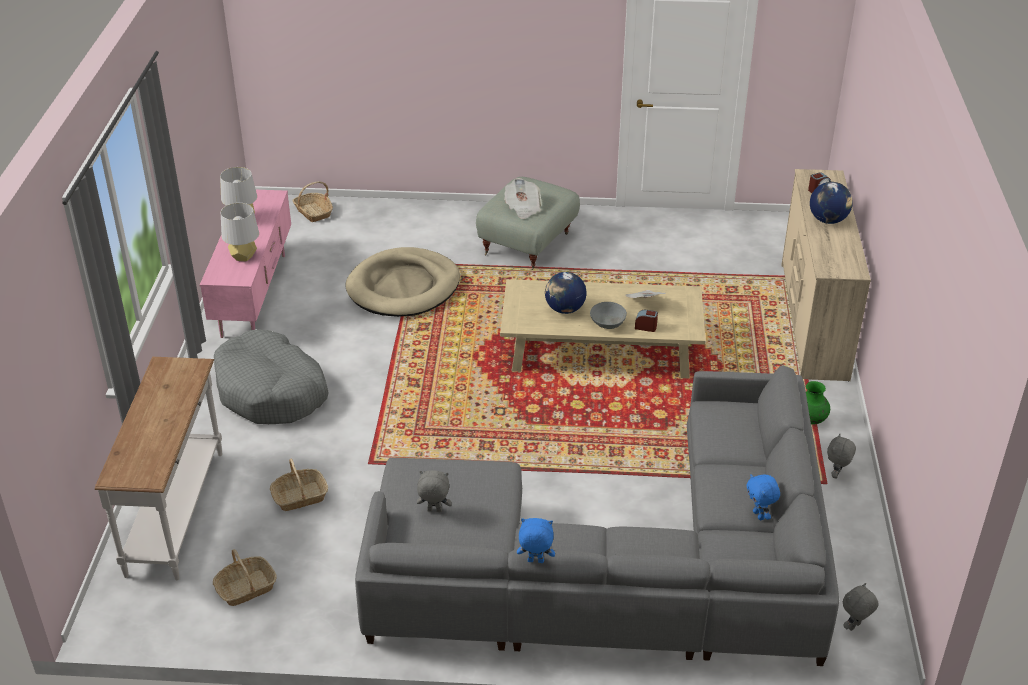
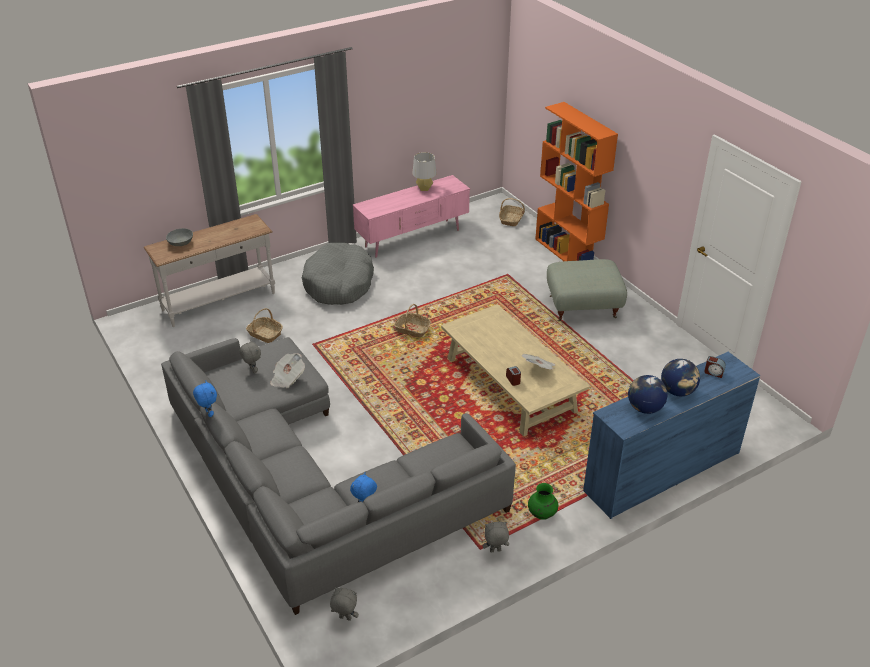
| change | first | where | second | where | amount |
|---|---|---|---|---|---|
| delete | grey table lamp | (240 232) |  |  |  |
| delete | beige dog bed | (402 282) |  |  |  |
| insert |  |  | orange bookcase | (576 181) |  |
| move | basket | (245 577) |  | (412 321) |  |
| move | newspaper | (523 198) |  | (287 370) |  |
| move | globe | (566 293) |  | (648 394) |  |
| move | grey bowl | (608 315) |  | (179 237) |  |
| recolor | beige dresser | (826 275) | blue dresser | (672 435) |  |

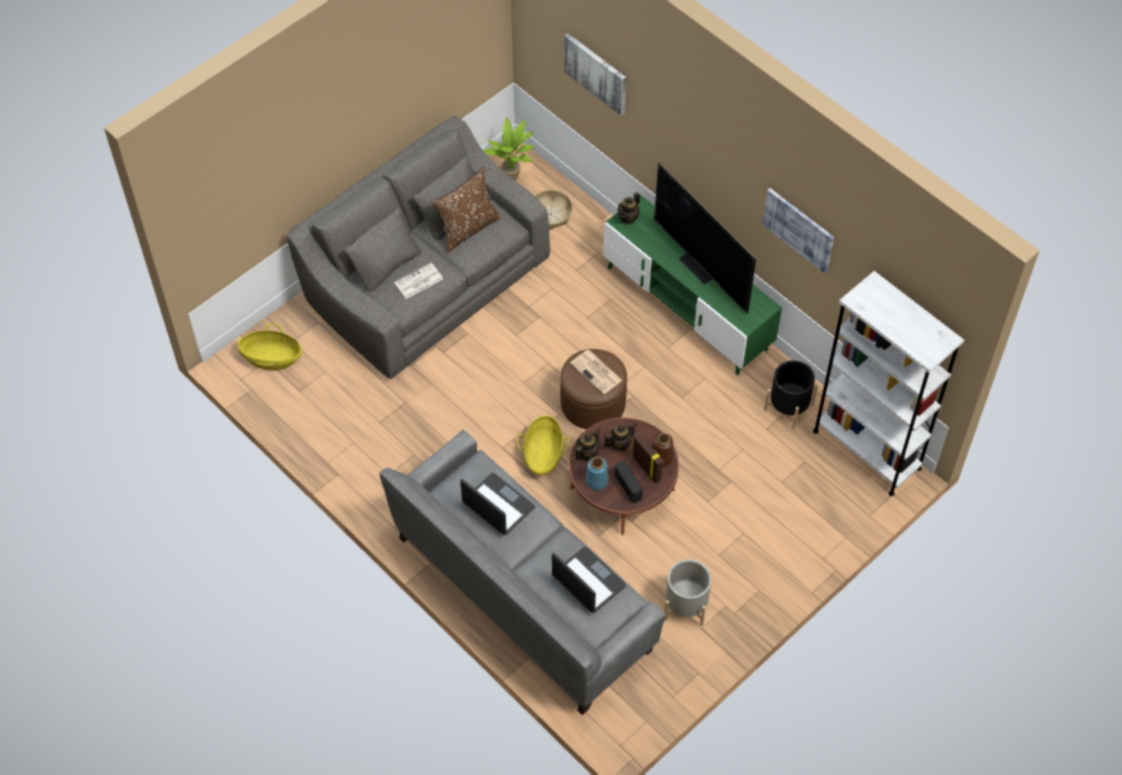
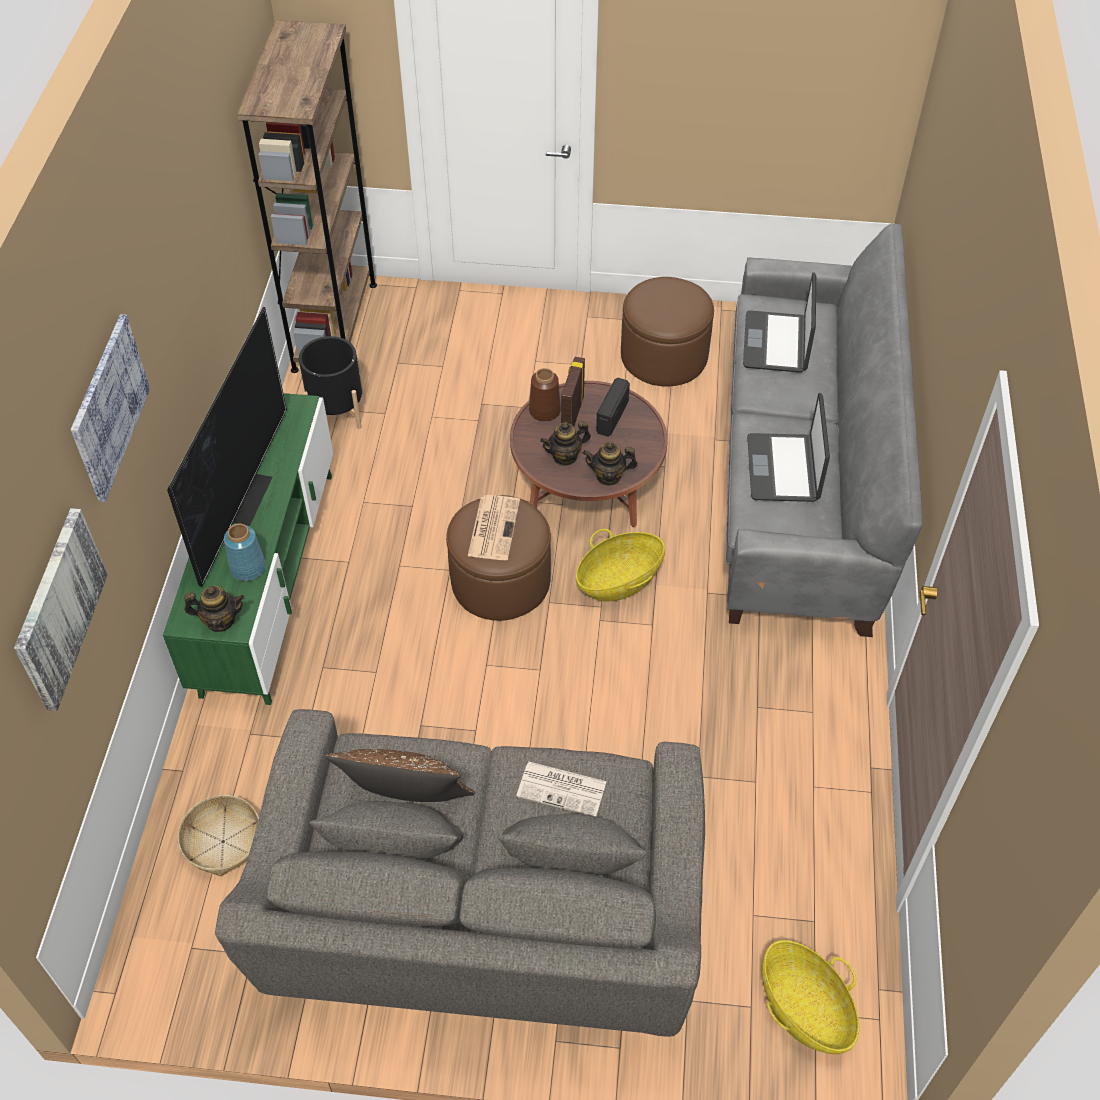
| change | first | where | second | where | amount |
|---|---|---|---|---|---|
| delete | potted plant | (509 149) |  |  |  |
| move | blue vase | (597 473) |  | (245 552) |  |
| move | picture | (798 230) |  | (110 408) |  |
| replace | grey planter | (688 593) | brown ottoman | (667 332) |  |
| recolor | white bookcase | (888 383) | brown bookcase | (307 196) |  |
| rotate | teapot | (620 437) |  | (565 443) | 45 degrees counterclockwise |

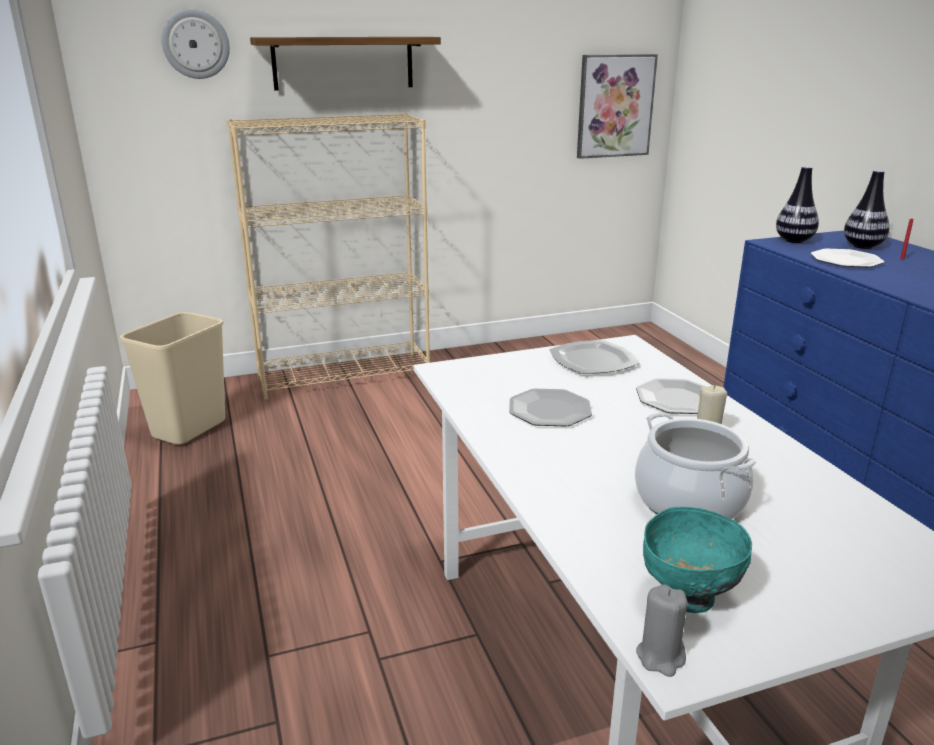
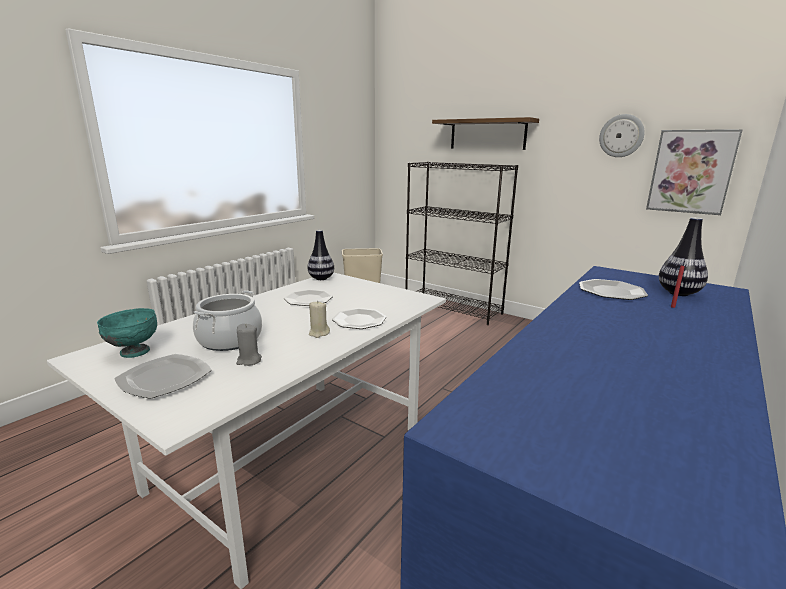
| change | first | where | second | where | amount |
|---|---|---|---|---|---|
| move | wall clock | (195 44) |  | (622 135) |  |
| move | plate | (594 357) |  | (163 376) |  |
| move | grey candle | (661 631) |  | (249 345) |  |
| move | vase | (797 204) |  | (321 255) |  |
| recolor | beige bookcase | (328 256) | black bookcase | (461 243) |  |

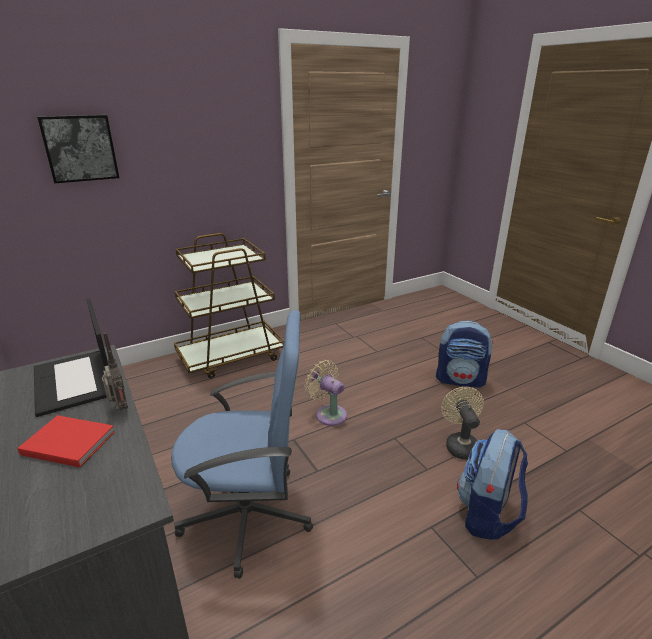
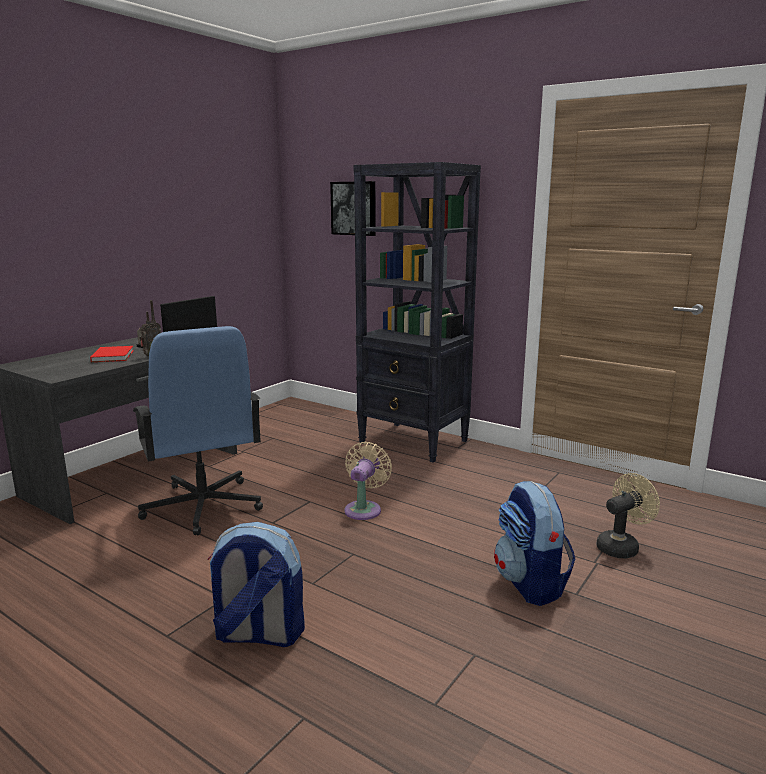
| change | first | where | second | where | amount |
|---|---|---|---|---|---|
| move | beige fan | (462 423) |  | (628 515) |  |
| replace | brown cart | (229 306) | black bookcase | (417 312) |  |

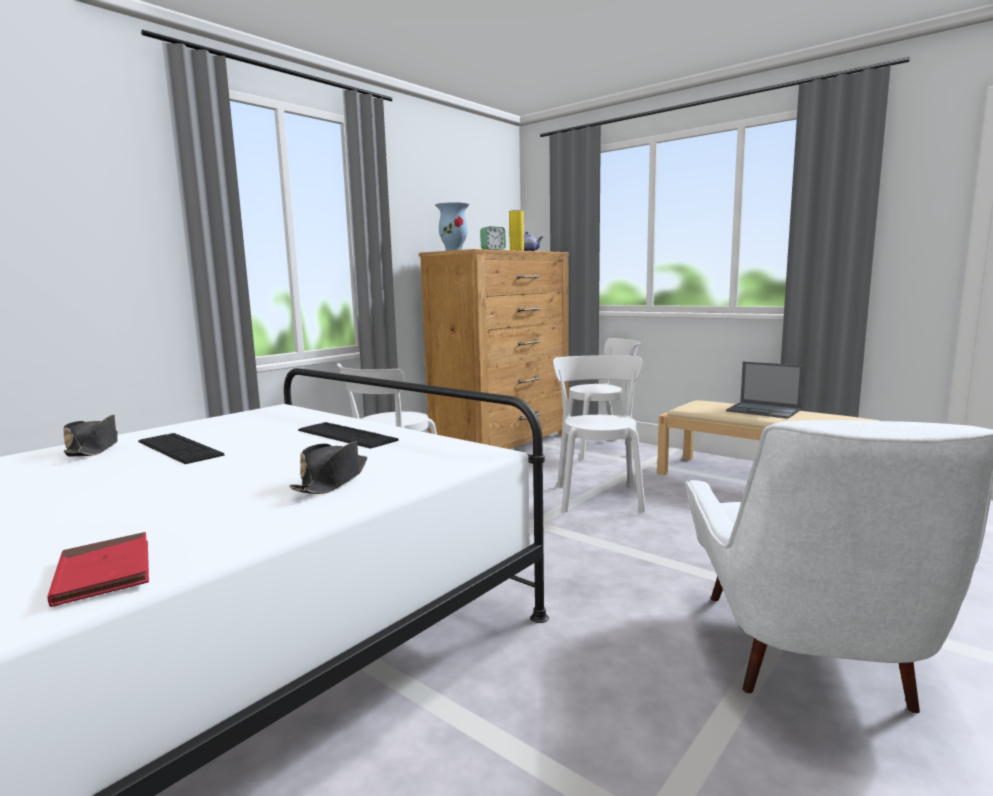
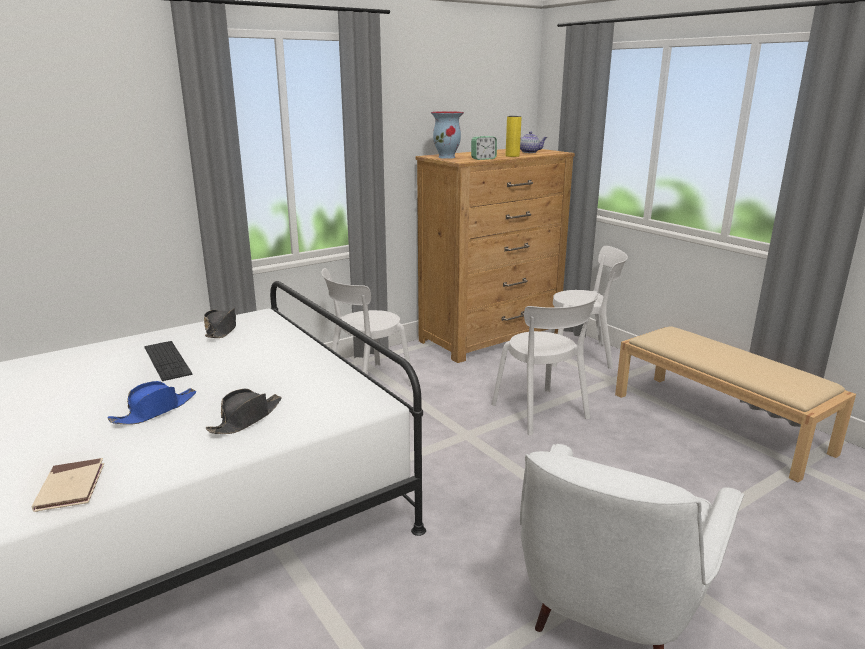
| change | first | where | second | where | amount |
|---|---|---|---|---|---|
| delete | keyboard | (348 435) |  |  |  |
| delete | laptop | (765 390) |  |  |  |
| insert |  |  | blue hat | (152 403) |  |
| move | black hat | (90 435) |  | (220 323) |  |
| recolor | red book | (98 569) | beige book | (68 485) |  |
| rotate | white chair | (599 433) |  | (545 364) | 135 degrees clockwise |

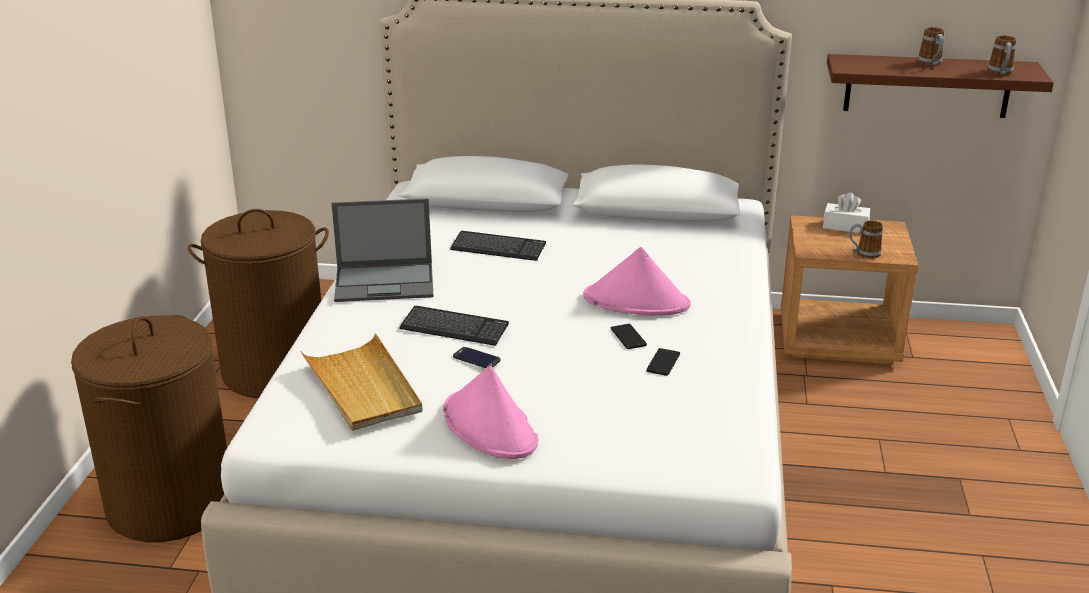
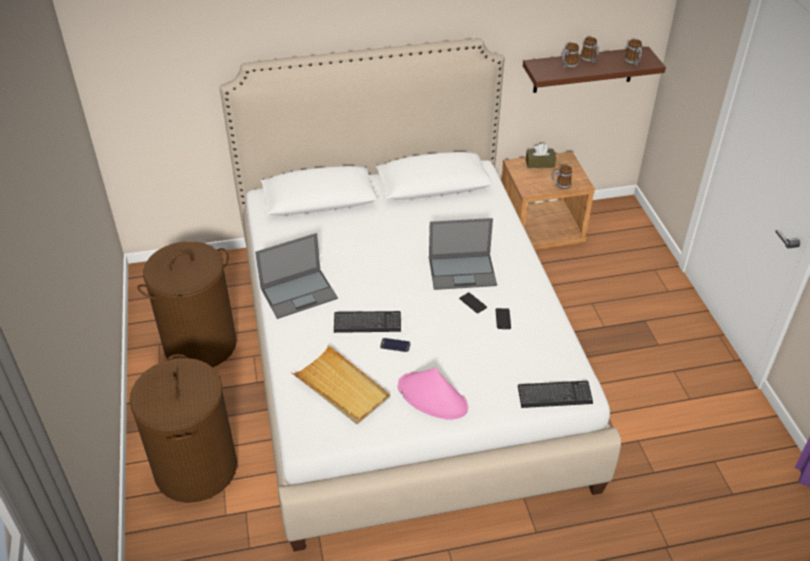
| change | first | where | second | where | amount |
|---|---|---|---|---|---|
| insert |  |  | mug | (570 56) |  |
| move | keyboard | (498 246) |  | (555 394) |  |
| replace | pink hat | (637 281) | laptop | (463 254) |  |
| recolor | white tissue box | (846 212) | brown tissue box | (541 155) |  |

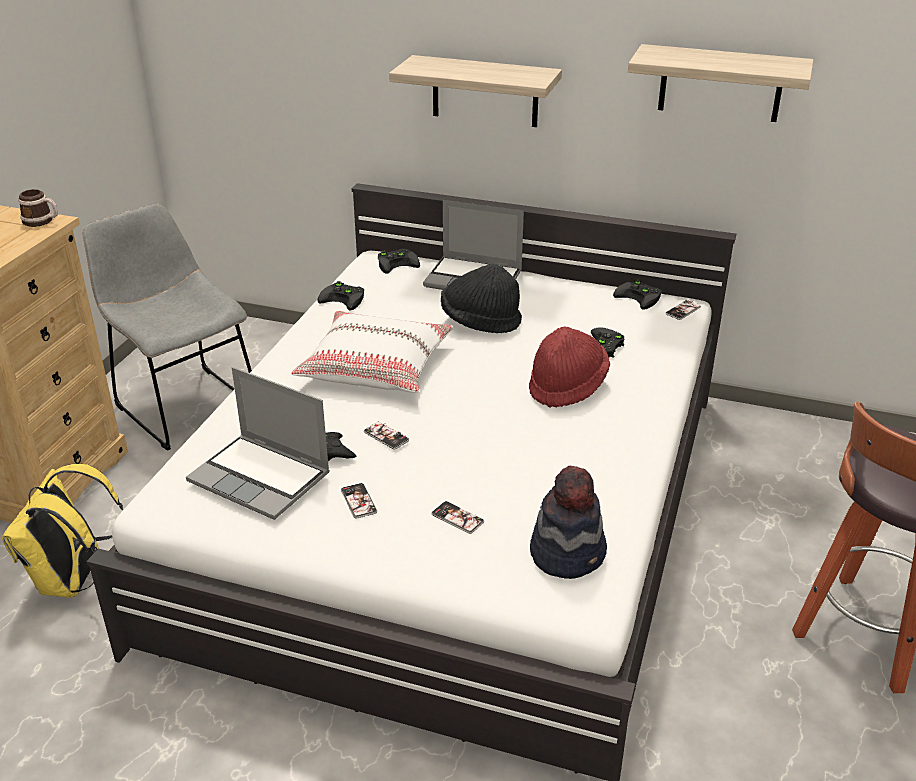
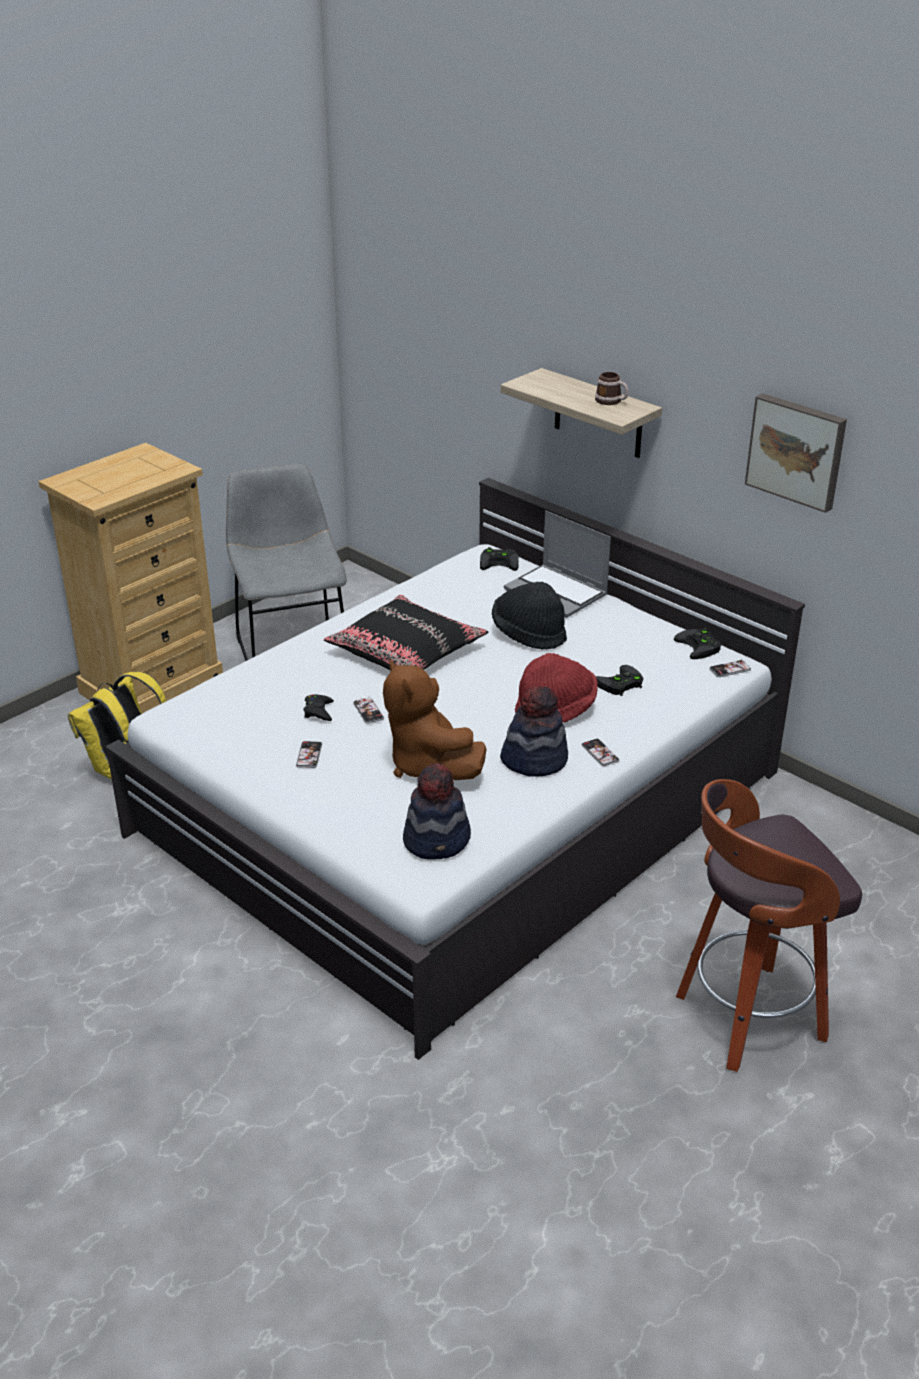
| change | first | where | second | where | amount |
|---|---|---|---|---|---|
| delete | laptop | (258 443) |  |  |  |
| delete | black game controller | (341 295) |  |  |  |
| insert |  |  | brown plush toy | (435 719) |  |
| insert |  |  | hat | (534 731) |  |
| move | mug | (38 208) |  | (611 388) |  |
| move | phone | (457 517) |  | (600 752) |  |
| replace | shelf | (721 83) | picture | (796 453) |  |
| recolor | white pillow | (372 352) | black pillow | (406 632) |  |

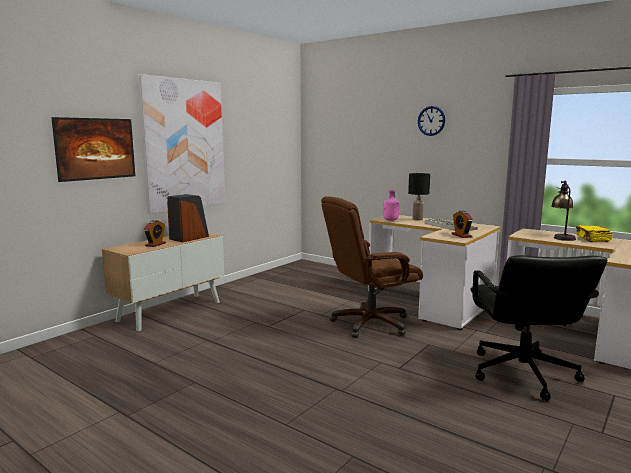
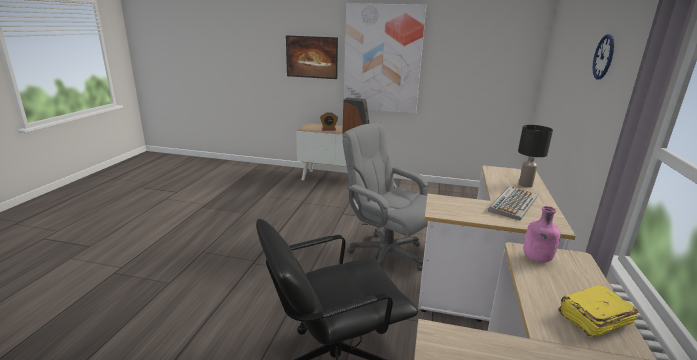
| change | first | where | second | where | amount |
|---|---|---|---|---|---|
| delete | alarm clock | (462 224) |  |  |  |
| delete | table lamp | (563 211) |  |  |  |
| move | pink bottle | (391 205) |  | (542 234) |  |
| recolor | brown office chair | (372 267) | grey office chair | (385 197) |  |

